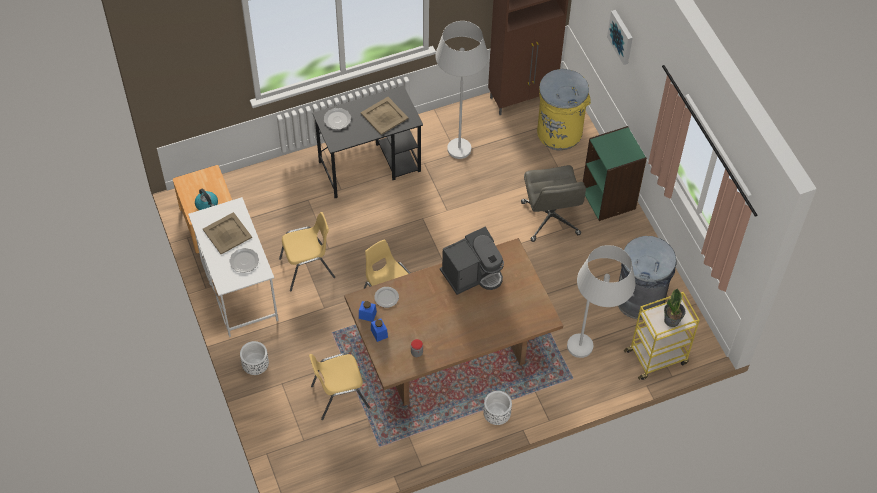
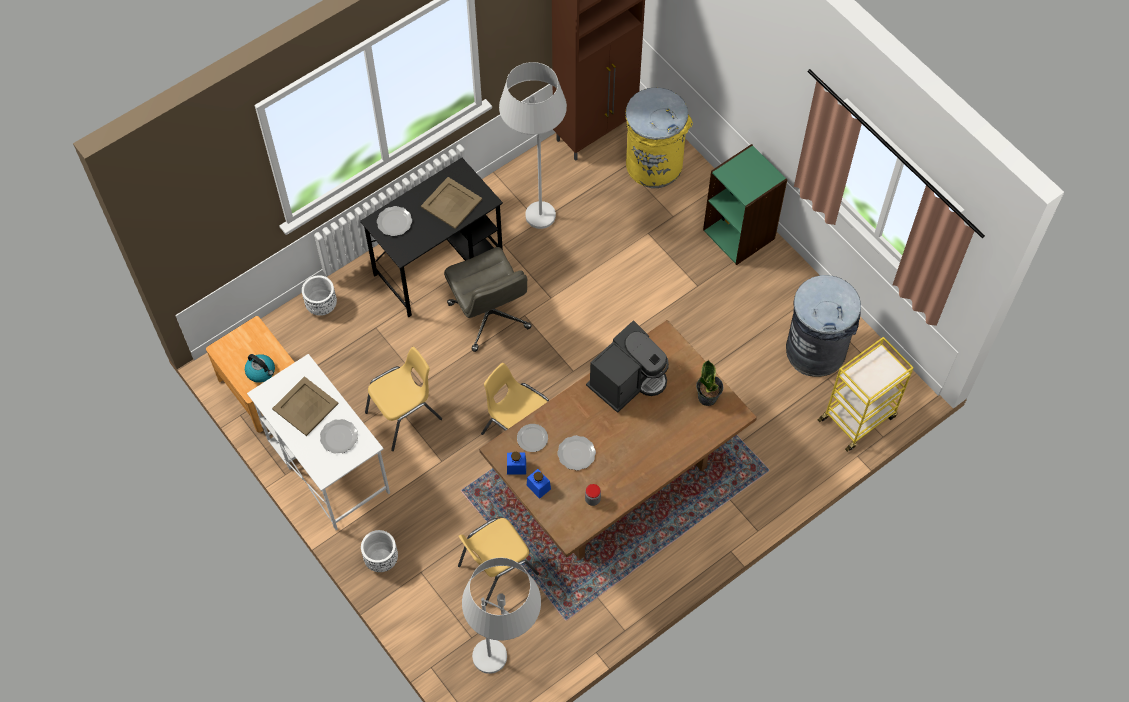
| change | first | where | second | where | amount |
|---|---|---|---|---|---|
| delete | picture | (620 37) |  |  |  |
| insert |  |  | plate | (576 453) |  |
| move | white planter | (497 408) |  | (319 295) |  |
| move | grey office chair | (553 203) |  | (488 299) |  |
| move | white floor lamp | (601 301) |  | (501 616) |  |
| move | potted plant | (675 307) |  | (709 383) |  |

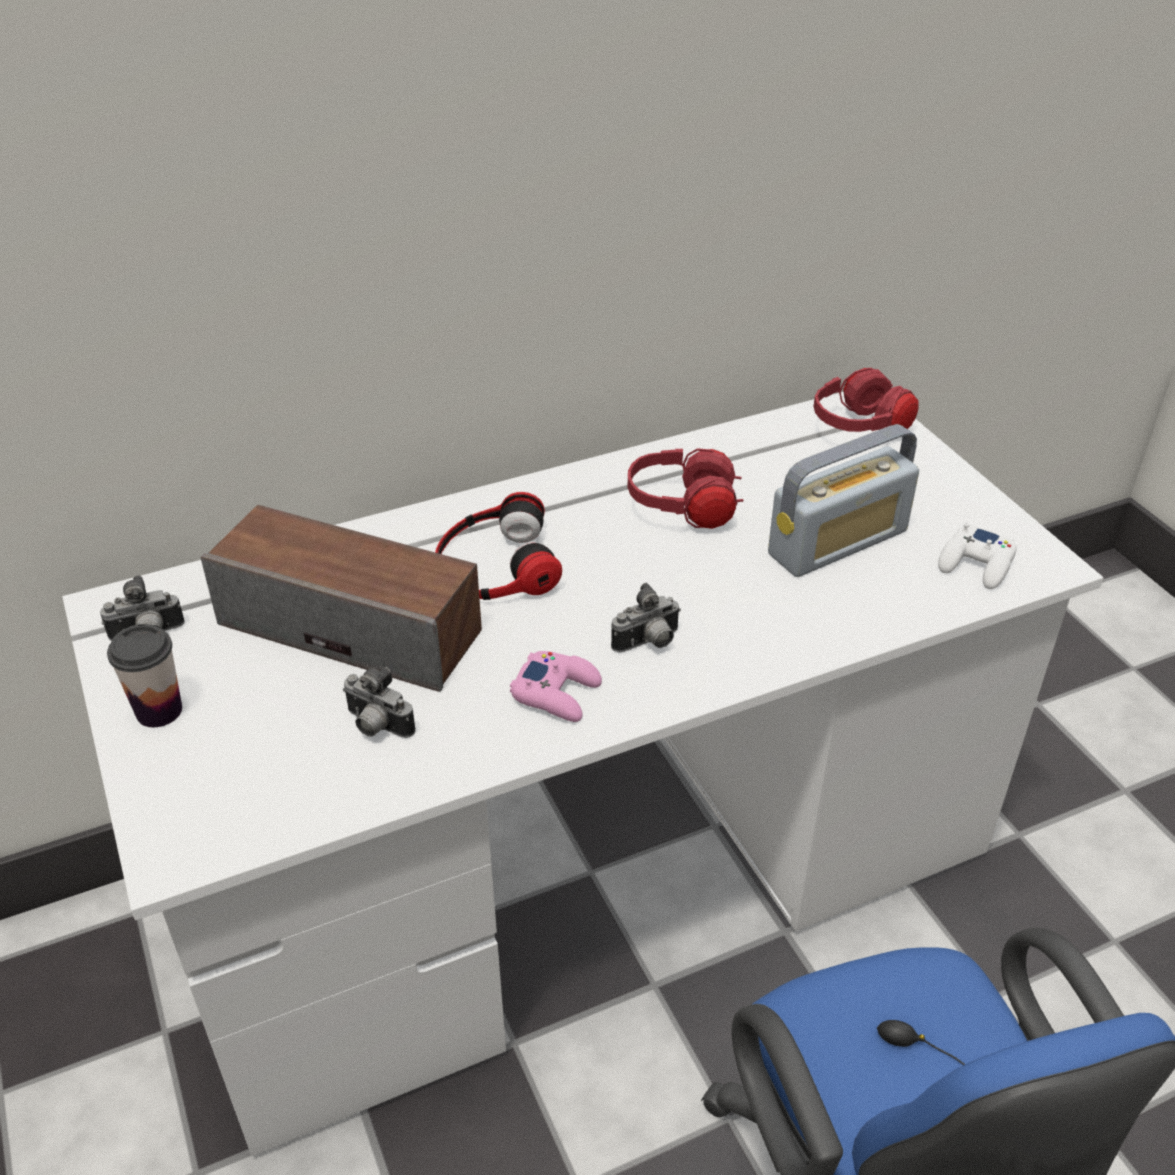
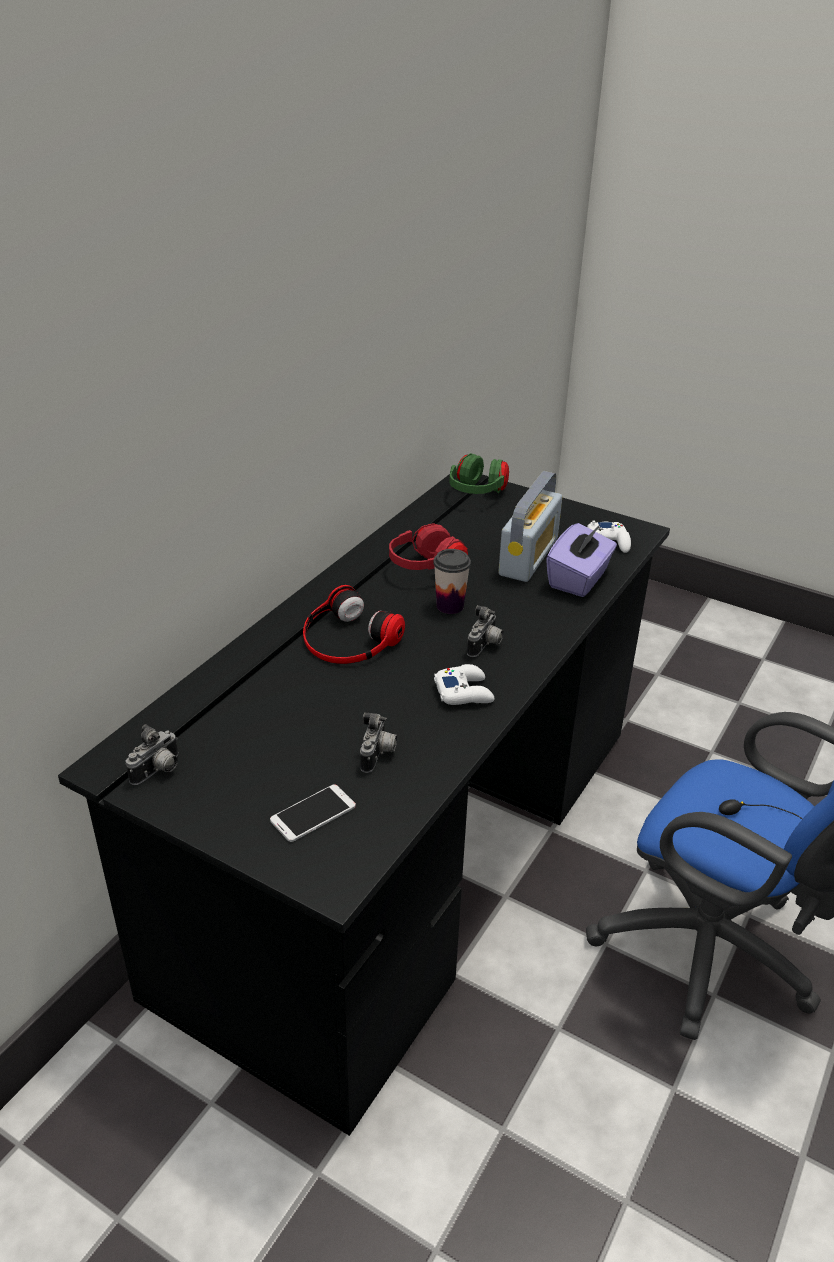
| change | first | where | second | where | amount |
|---|---|---|---|---|---|
| delete | speaker | (341 598) |  |  |  |
| insert |  |  | phone | (313 813) |  |
| insert |  |  | purple tissue box | (581 560) |  |
| move | cup | (144 675) |  | (452 581) |  |
| recolor | white desk | (583 774) | black desk | (364 805) |  |
| recolor | pink game controller | (556 686) | white game controller | (464 684) |  |
| recolor | red headphones | (866 400) | green headphones | (479 473) |  |
| rotate | photo camera | (379 702) |  | (378 742) | 75 degrees counterclockwise |

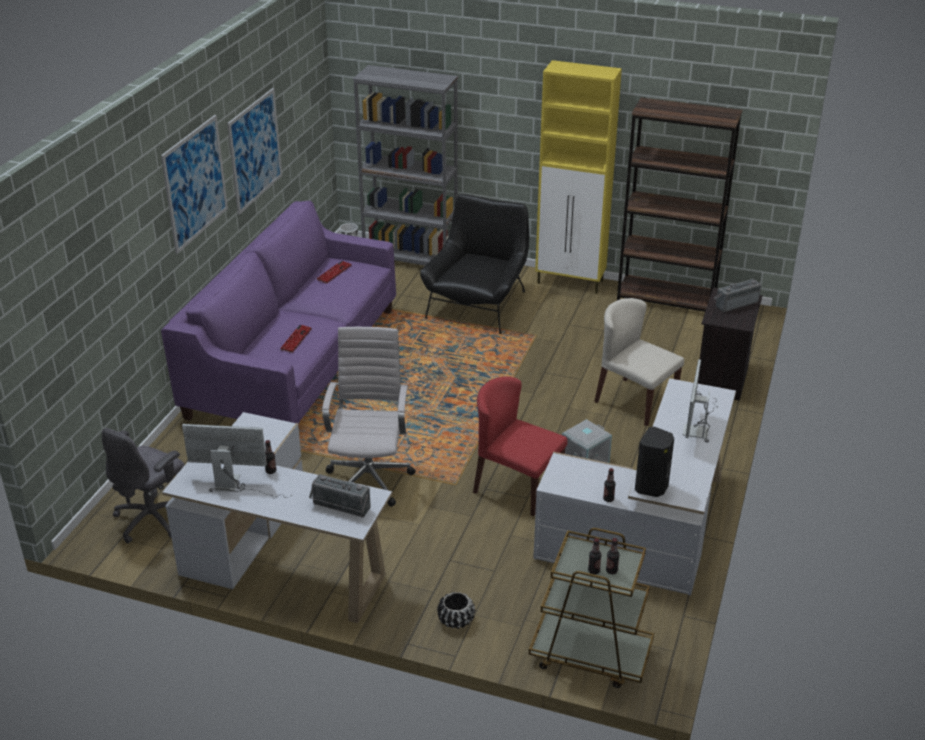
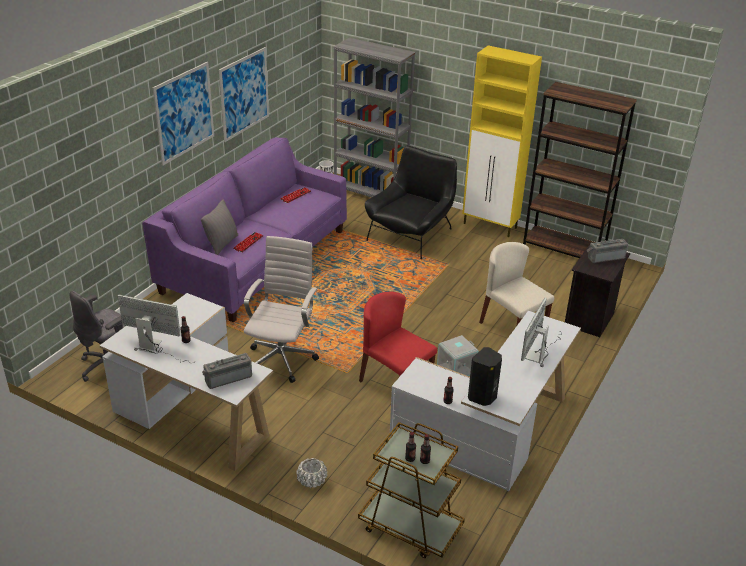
| change | first | where | second | where | amount |
|---|---|---|---|---|---|
| insert |  |  | grey pillow | (219 227) |  |
| recolor | black planter | (456 610) | white planter | (311 473) |  |
| rotate | radio | (340 496) |  | (227 371) | 120 degrees clockwise |

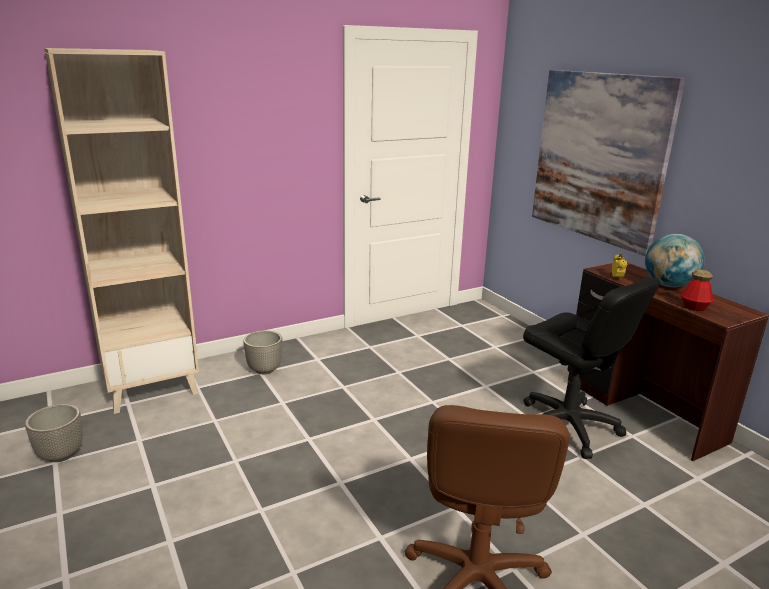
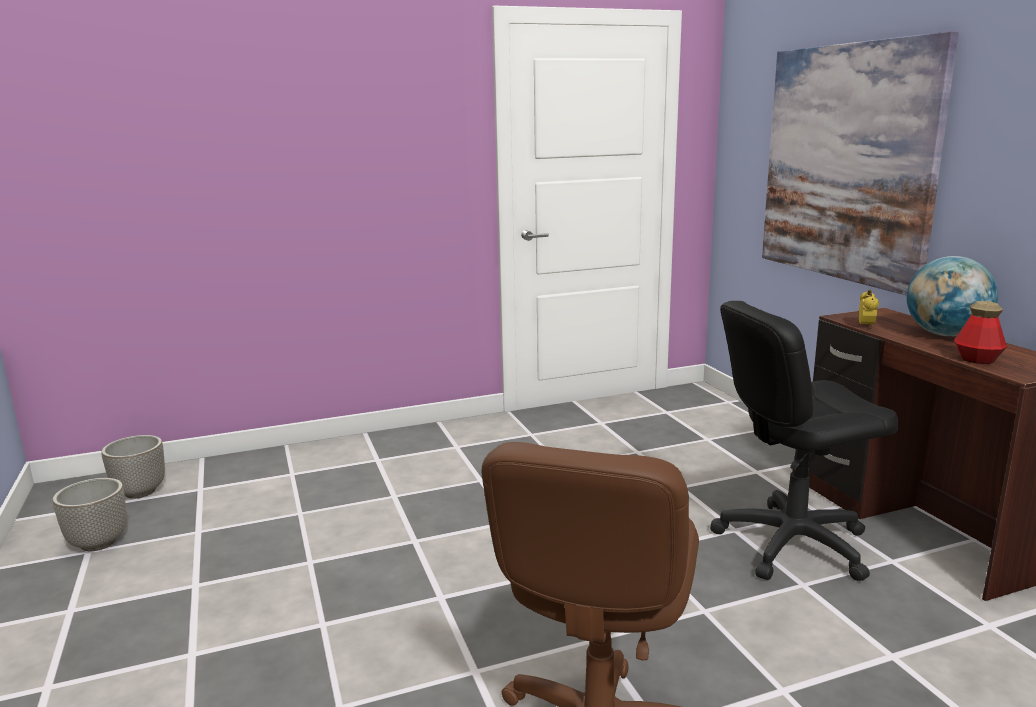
| change | first | where | second | where | amount |
|---|---|---|---|---|---|
| delete | beige bookcase | (121 231) |  |  |  |
| move | planter | (263 352) |  | (133 467) |  |
| rotate | black office chair | (591 367) |  | (804 441) | 105 degrees clockwise |

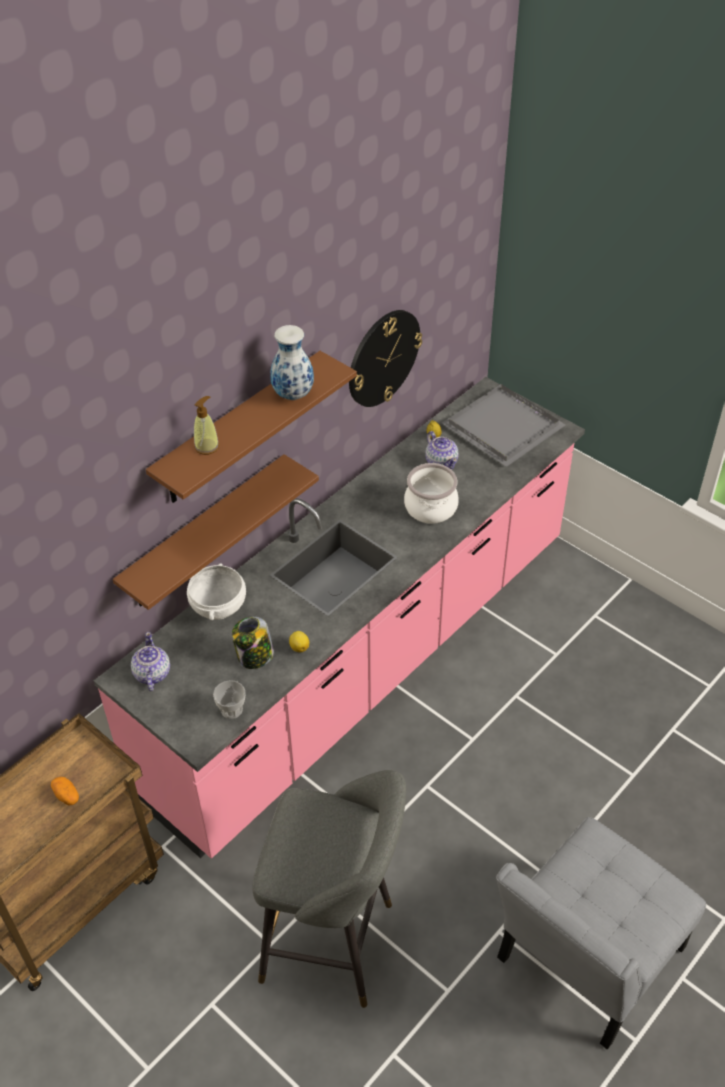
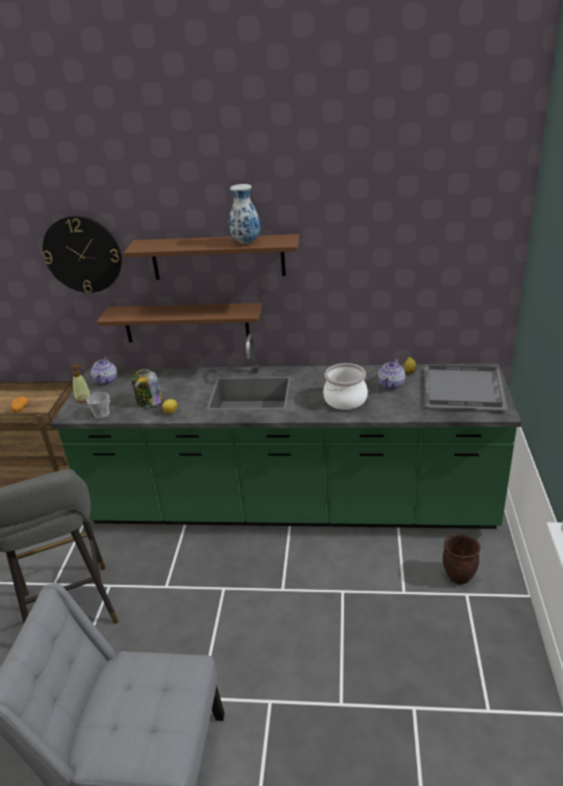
| change | first | where | second | where | amount |
|---|---|---|---|---|---|
| delete | white bowl | (216 591) |  |  |  |
| insert |  |  | brown planter | (461 558) |  |
| move | soap dispenser | (206 425) |  | (80 383) |  |
| move | wall clock | (385 358) |  | (82 254) |  |
| recolor | pink counter | (339 618) | green counter | (286 431) |  |
| rotate | teapot | (150 661) |  | (104 370) | 135 degrees clockwise |

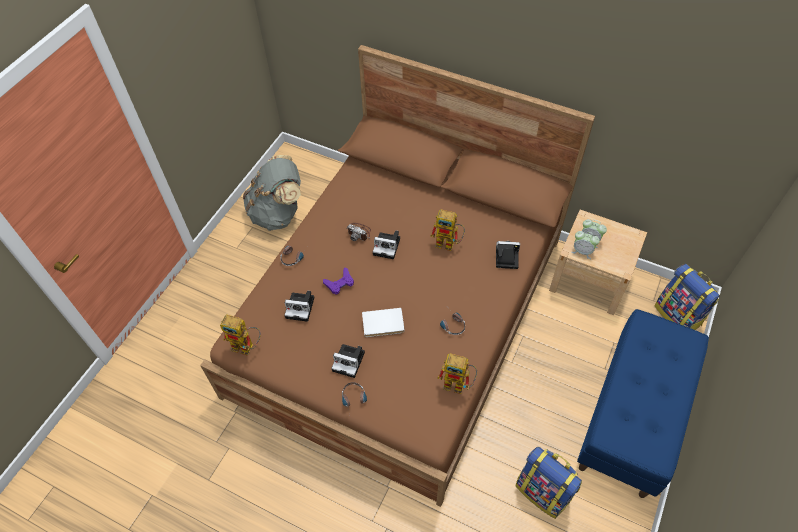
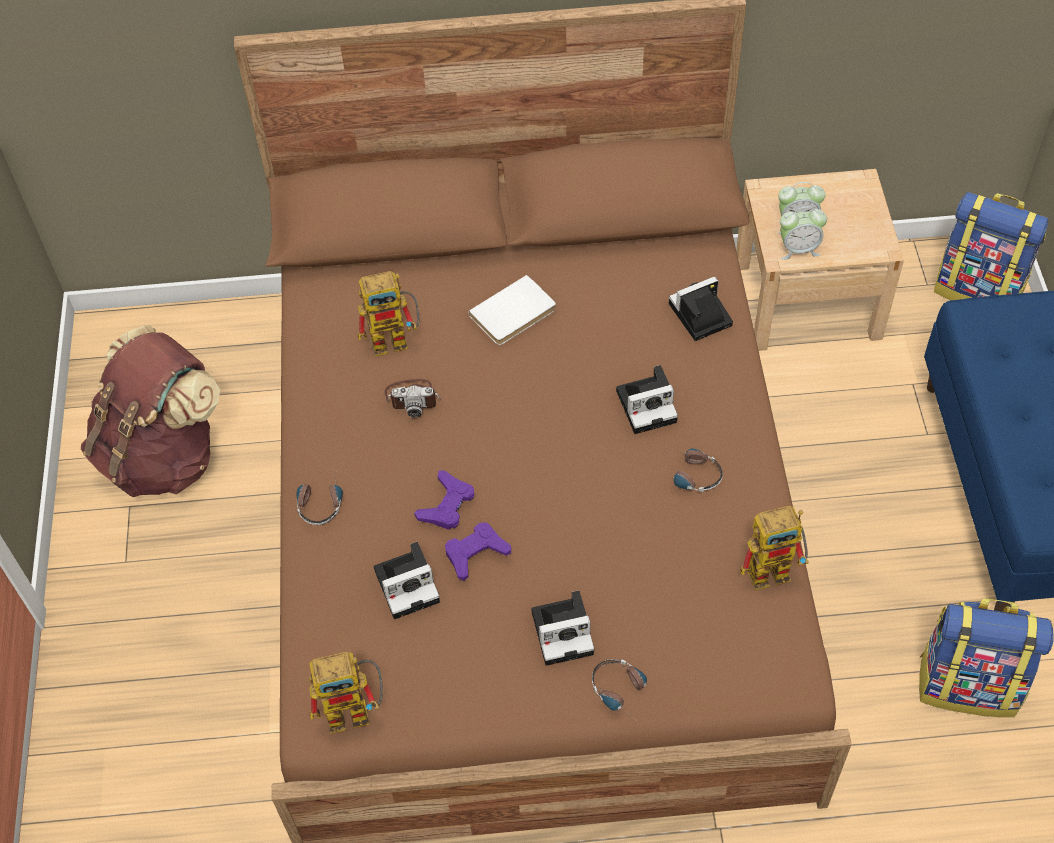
| change | first | where | second | where | amount |
|---|---|---|---|---|---|
| insert |  |  | purple game controller | (478 551) |  |
| move | white book | (383 322) |  | (512 310) |  |
| move | photo camera | (386 244) |  | (647 399) |  |
| move | toy robot | (447 230) |  | (388 313) |  |
| recolor | grey backpack | (272 193) | brown backpack | (150 411) |  |

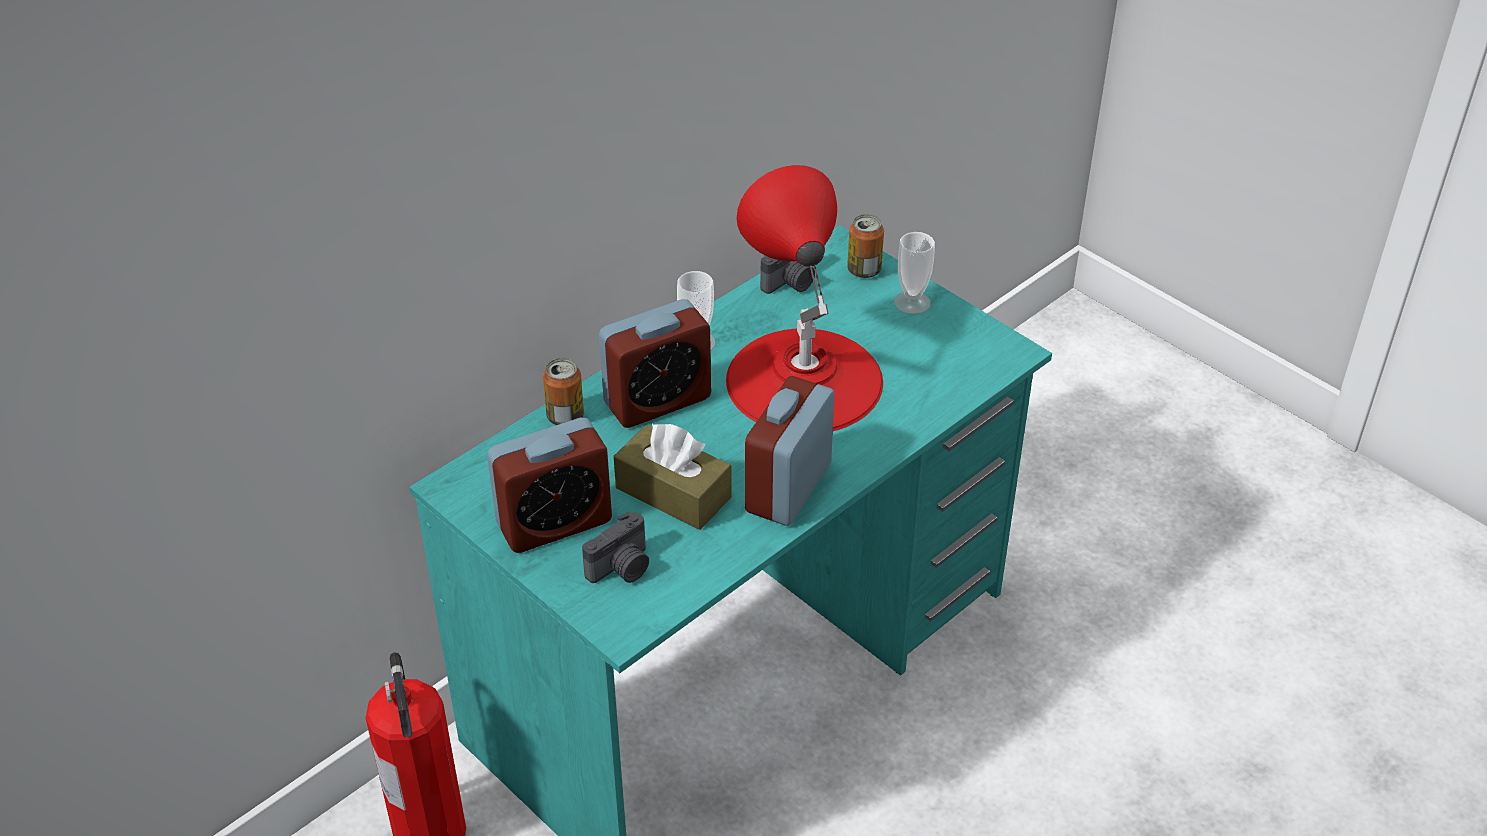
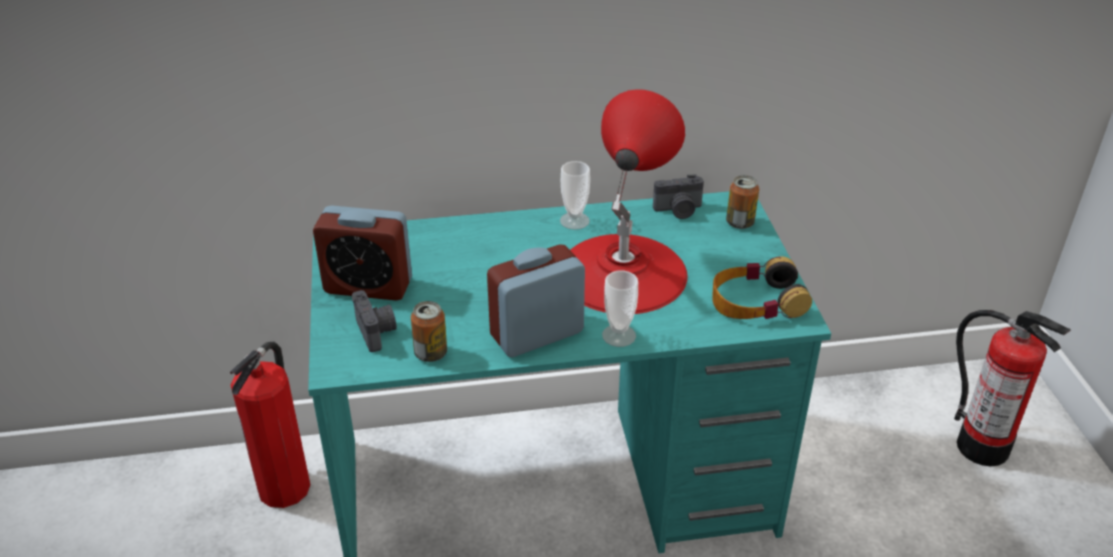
| change | first | where | second | where | amount |
|---|---|---|---|---|---|
| delete | alarm clock | (655 363) |  |  |  |
| delete | brown tissue box | (673 477) |  |  |  |
| insert |  |  | headphones | (762 287) |  |
| insert |  |  | fire extinguisher | (1012 388) |  |
| move | can | (563 391) |  | (429 331) |  |
| move | cup | (914 273) |  | (620 308) |  |
| rotate | photo camera | (615 547) |  | (374 321) | 105 degrees counterclockwise |

